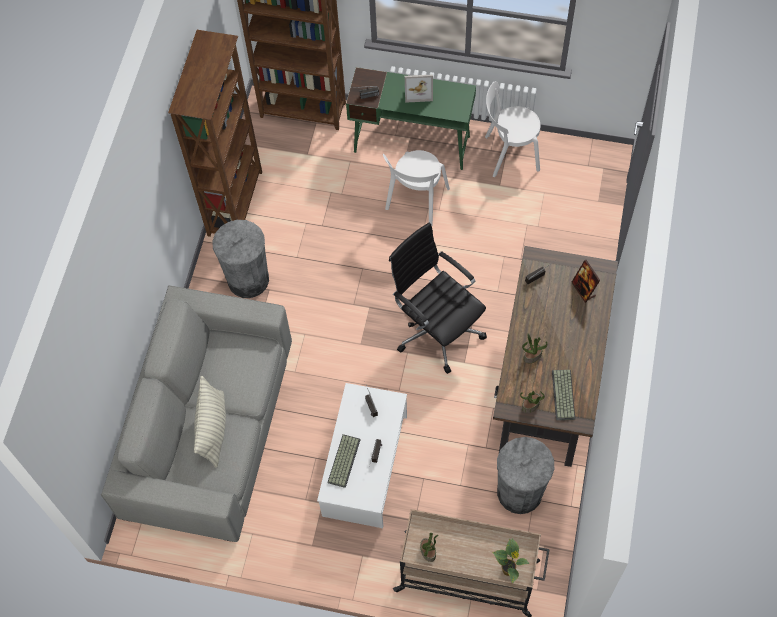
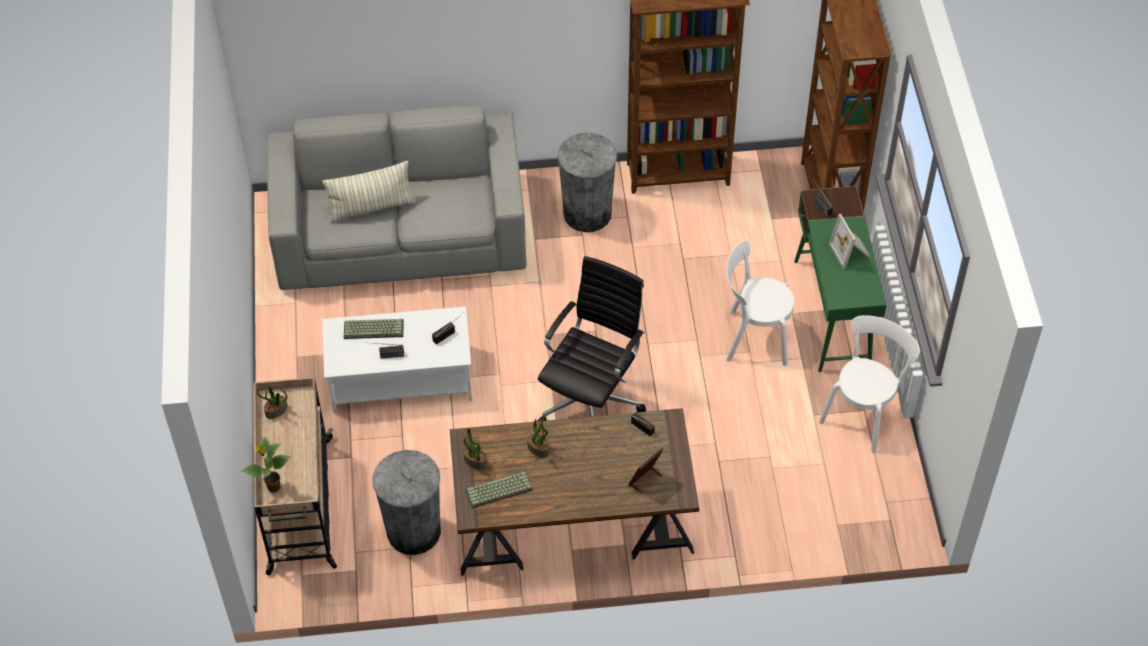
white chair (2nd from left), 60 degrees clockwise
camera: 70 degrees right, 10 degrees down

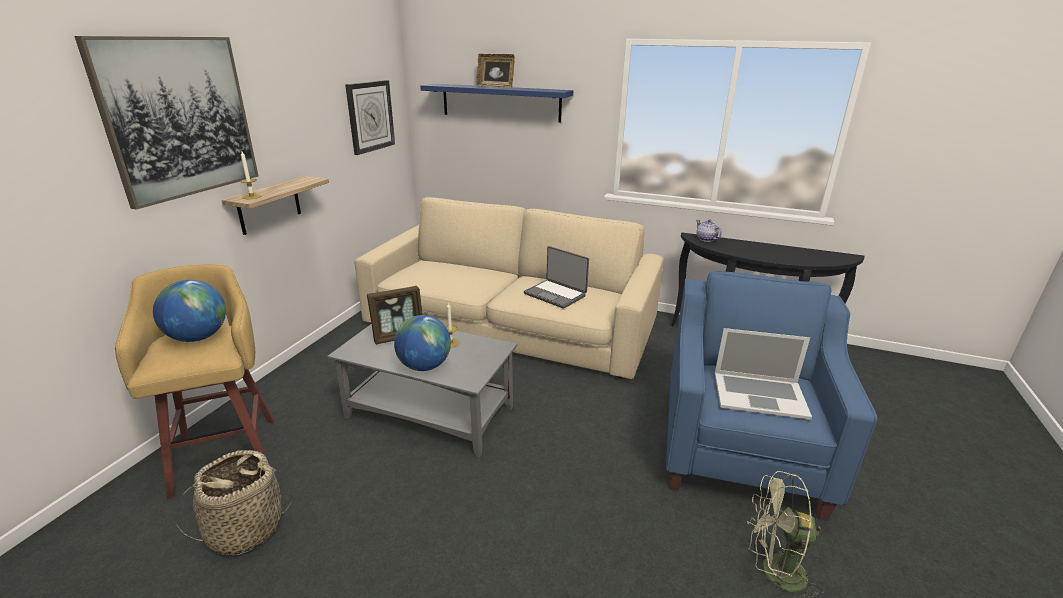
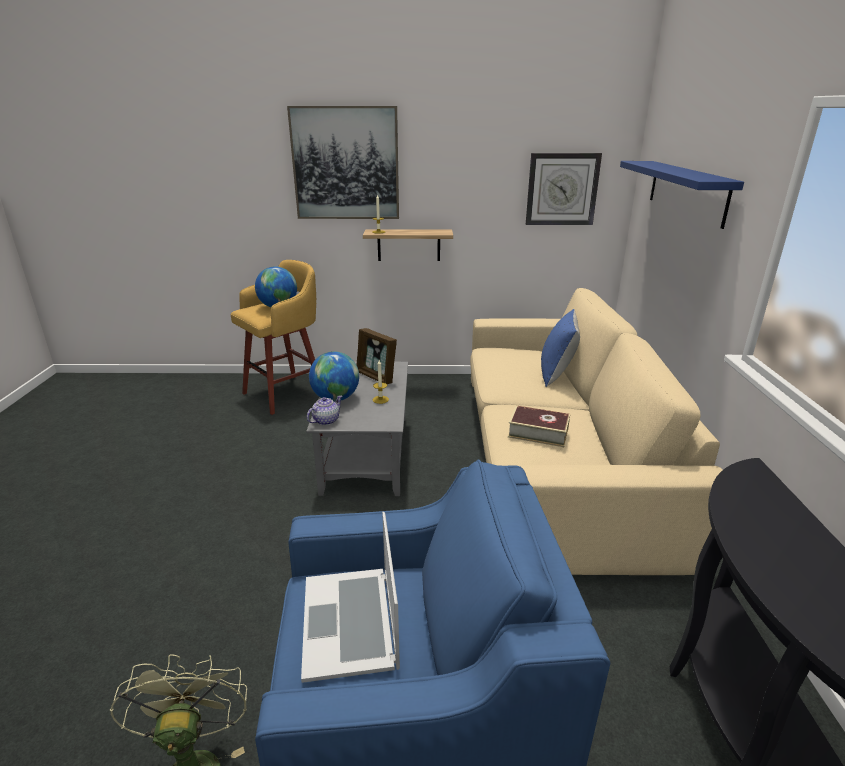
teapot, move
laptop (1st from left) → book
- → blue pillow
basket → -
picture frame (2nd from left) → -
camera: 70 degrees right, 0 degrees up

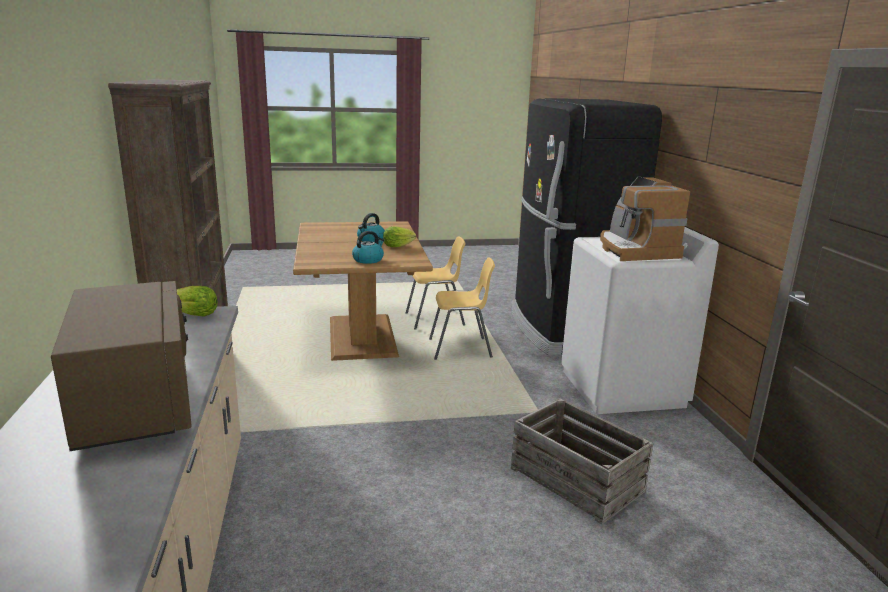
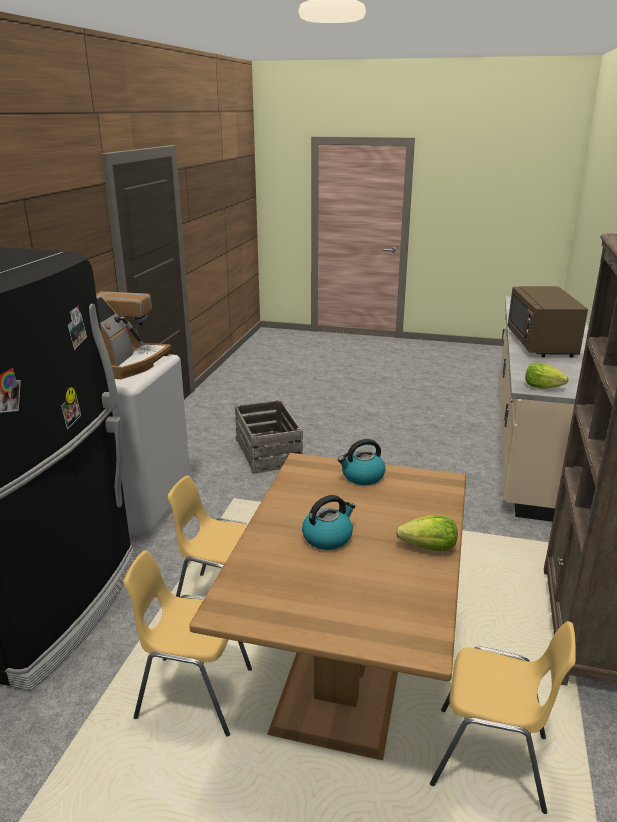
lettuce (2nd from left in the first image) → lettuce (1st from left), move
- → yellow chair (3rd from left)
camera: 155 degrees left, 5 degrees up

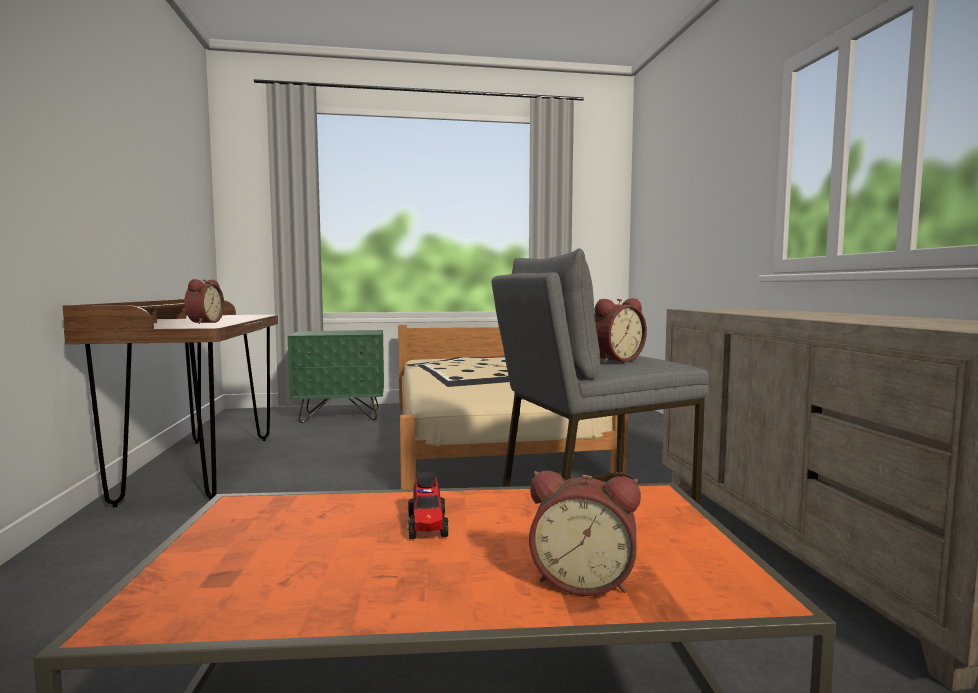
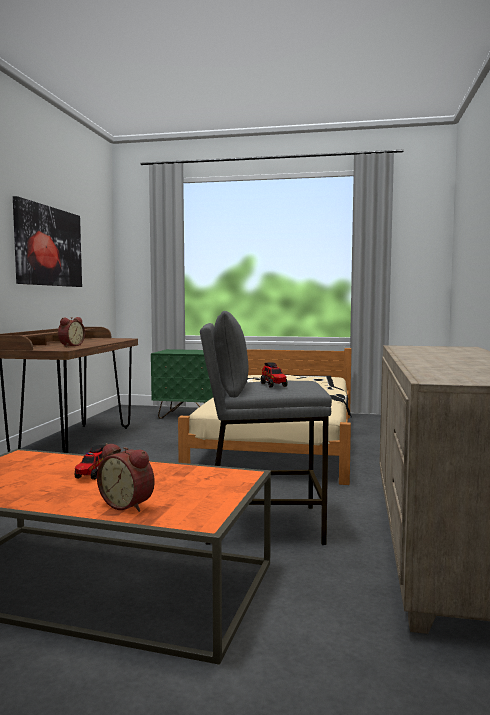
- → picture
alarm clock (3rd from left) → toy truck (2nd from left)
camera: 20 degrees right, 0 degrees up

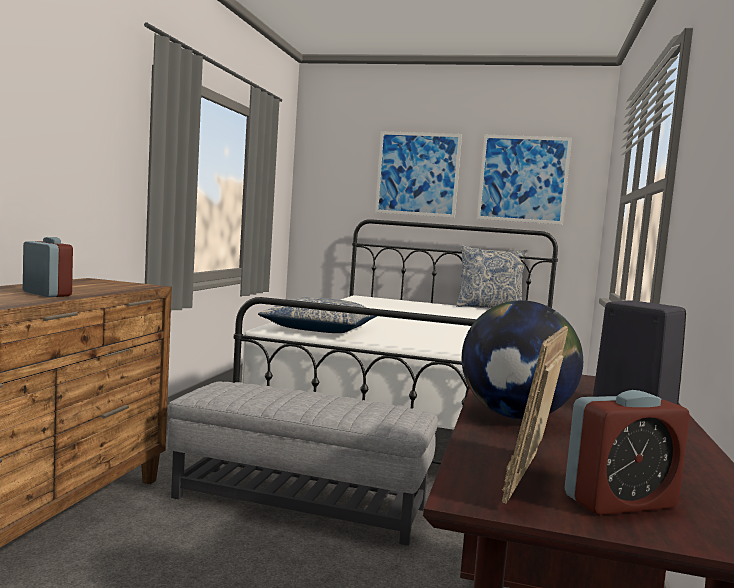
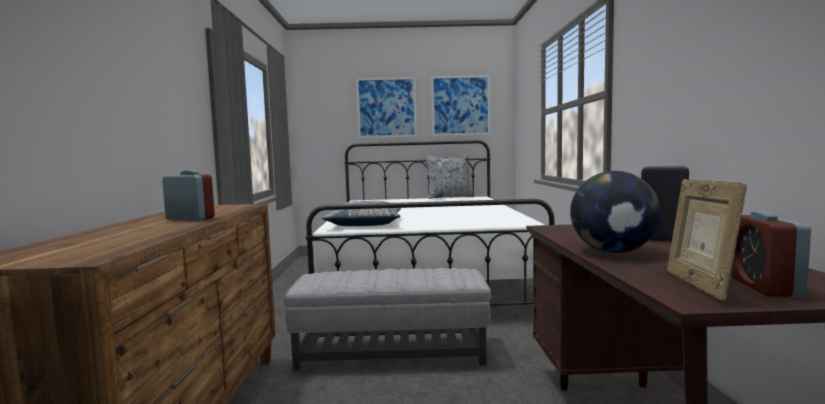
alarm clock (2nd from left), 135 degrees clockwise
camera: 15 degrees left, 0 degrees up

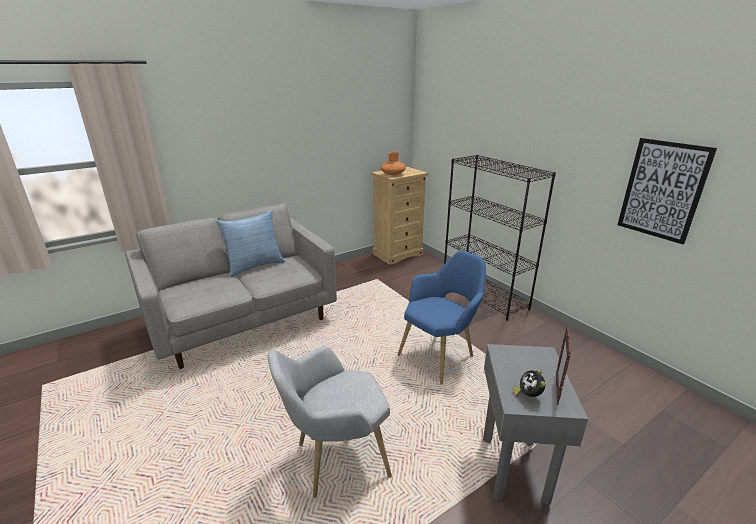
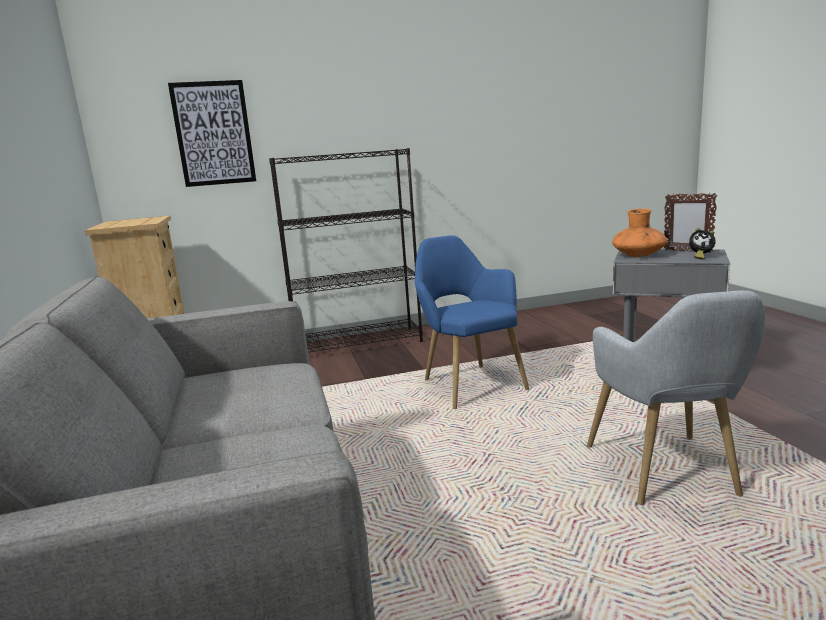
picture, move
orange vase, move
pillow → -
camera: 70 degrees left, 10 degrees down

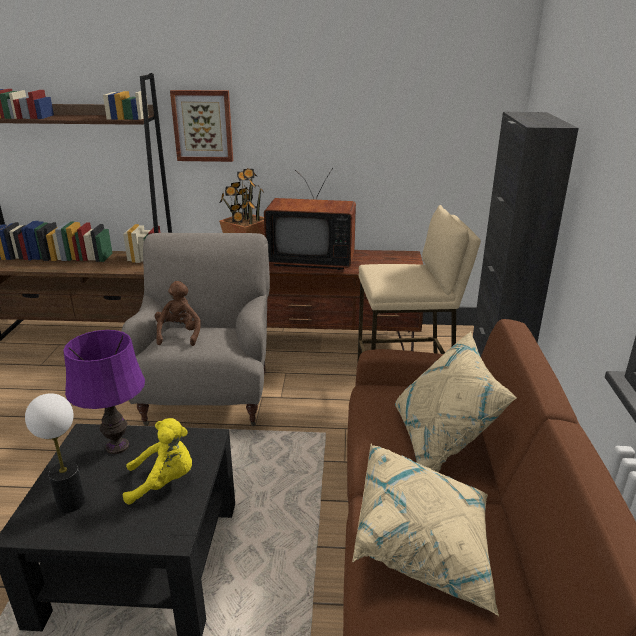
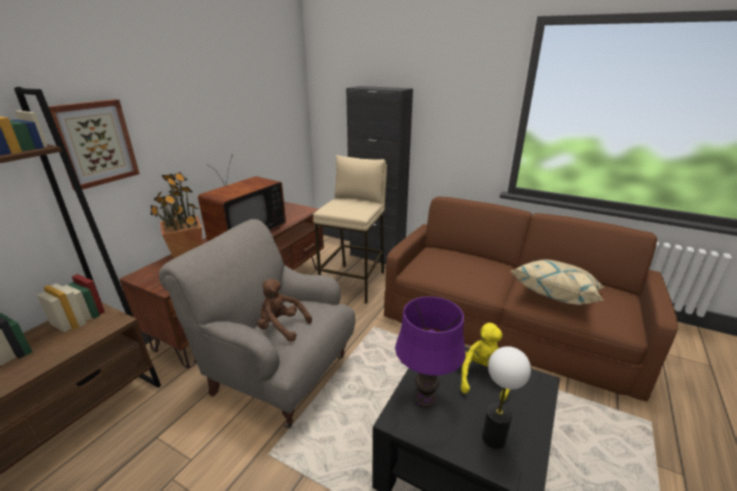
beige pillow (2nd from left) → -
camera: 65 degrees left, 0 degrees up

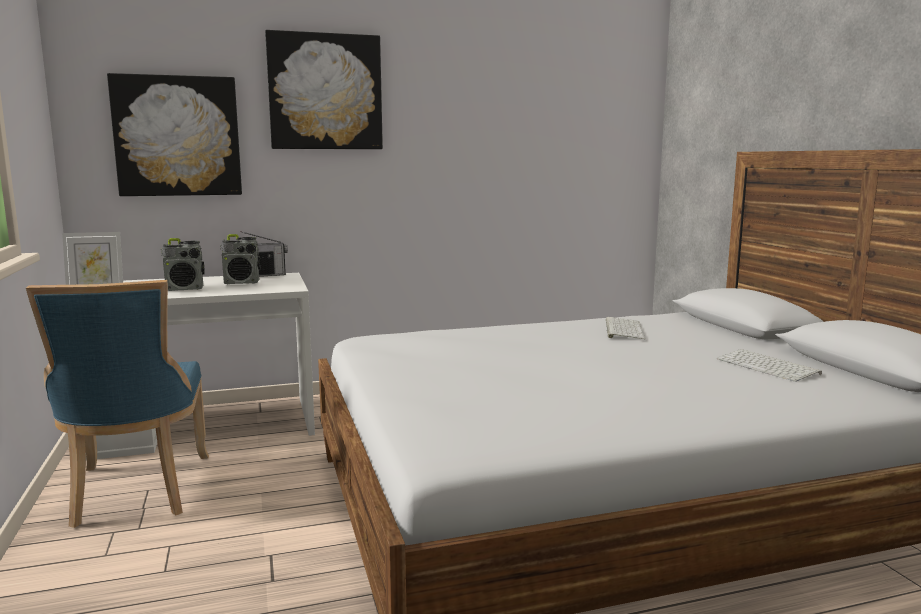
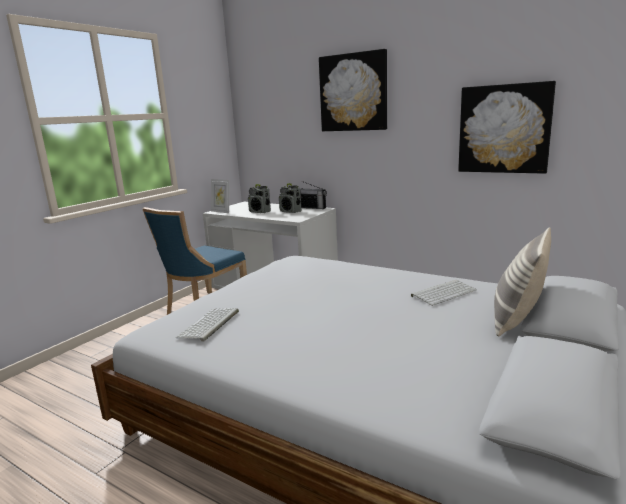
keyboard (2nd from left in the first image) → keyboard (1st from left), move
picture (1st from left in the first image) → picture (2nd from left), move
- → pillow
camera: 50 degrees right, 5 degrees up

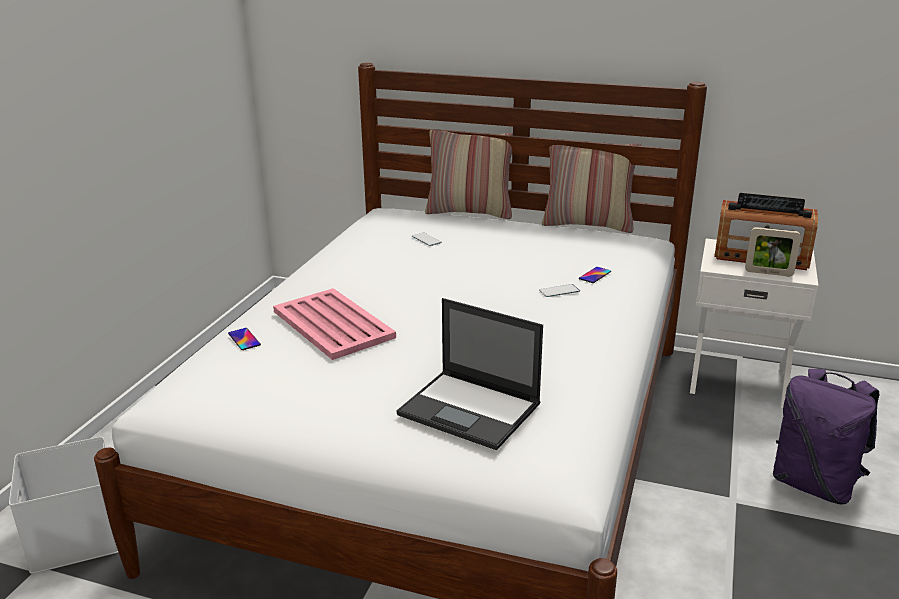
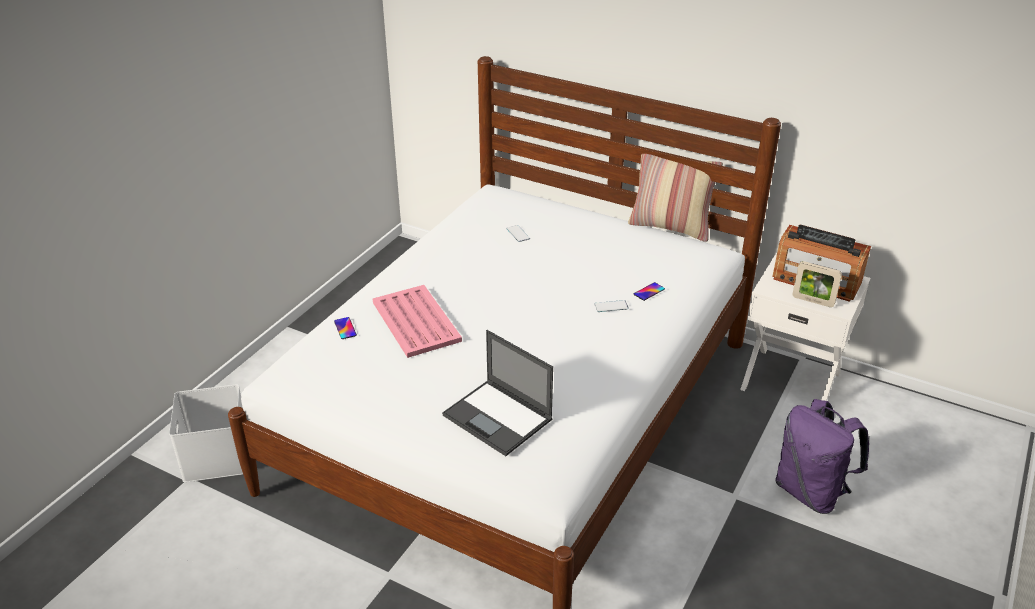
pillow (1st from left) → -
camera: 10 degrees right, 10 degrees up

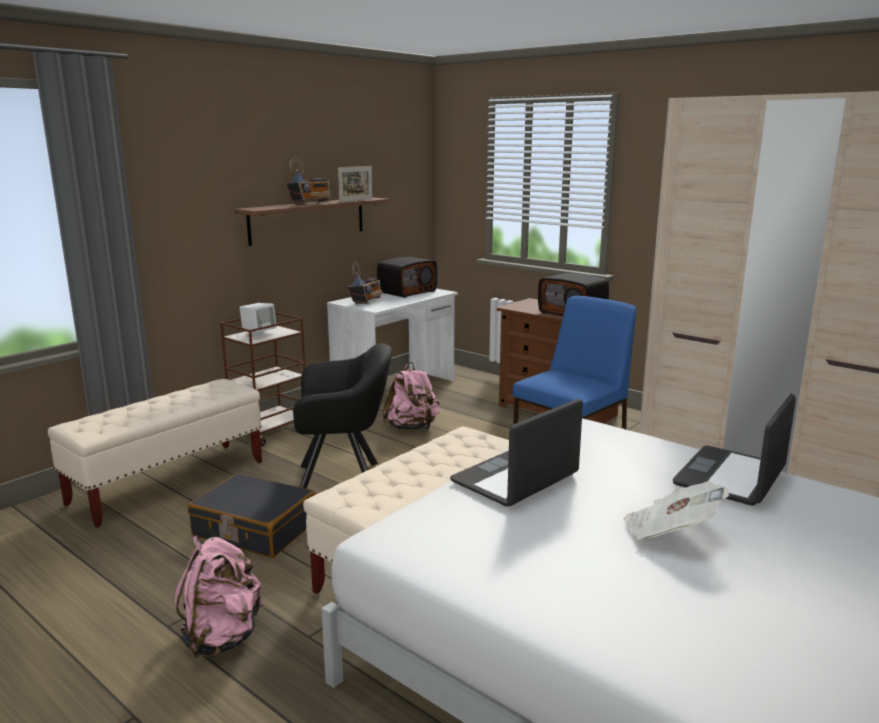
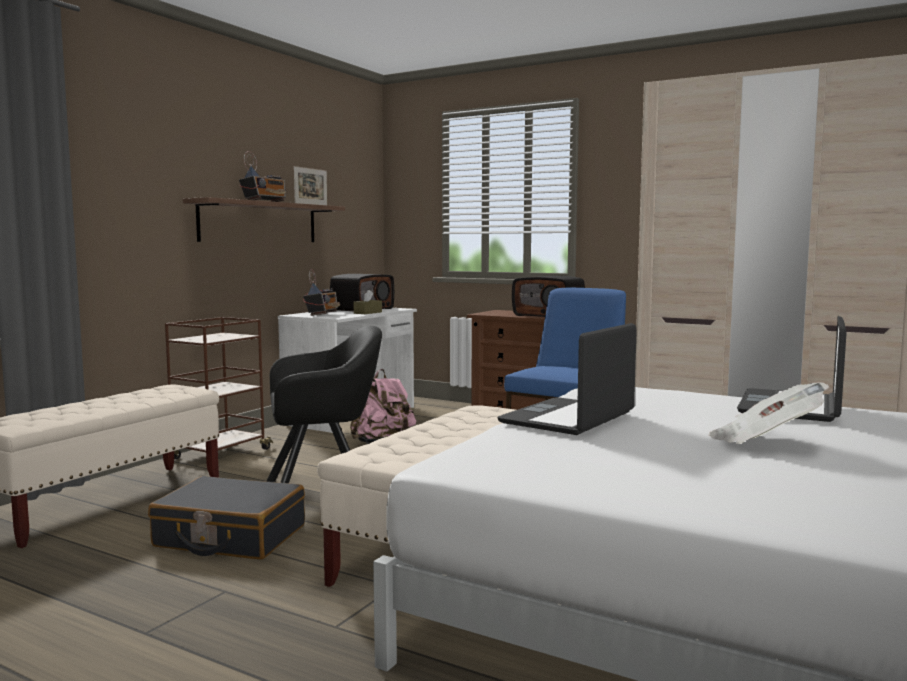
- → brown tissue box
pink backpack (1st from left) → -
white speaker → -
camera: 10 degrees left, 10 degrees down

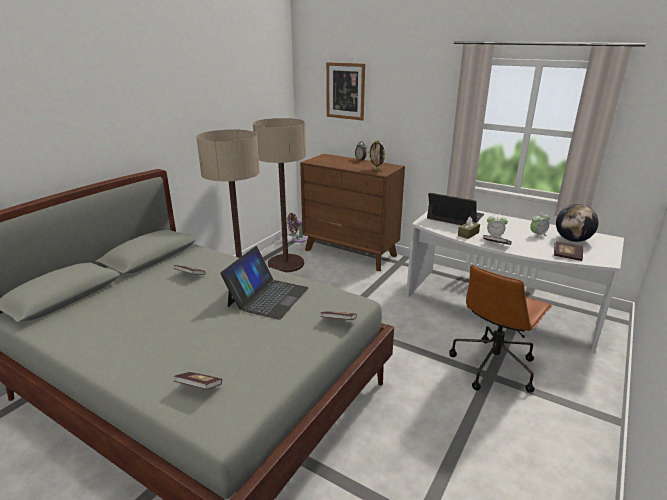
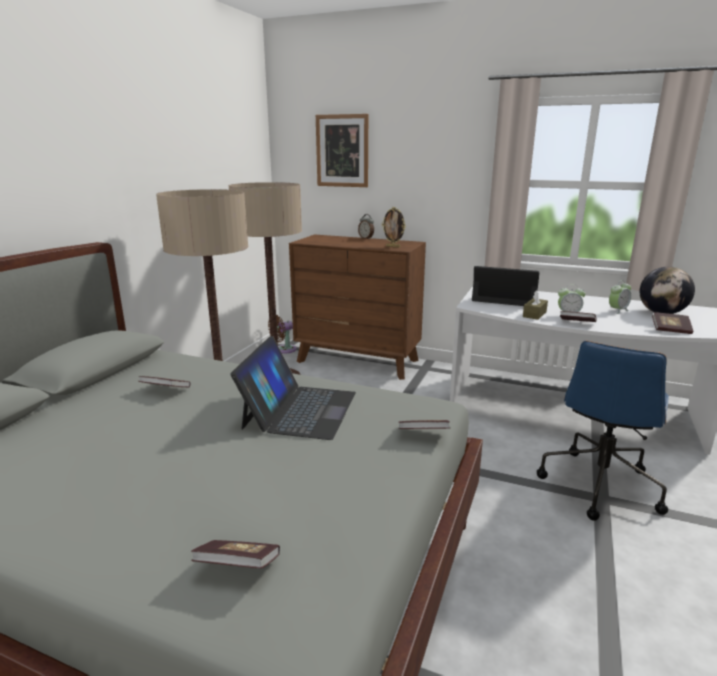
brown office chair → blue office chair
camera: 10 degrees left, 5 degrees down

